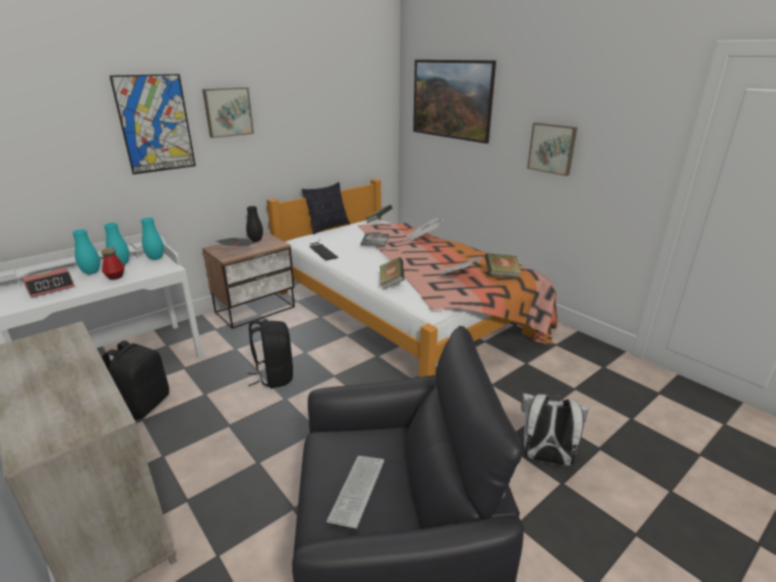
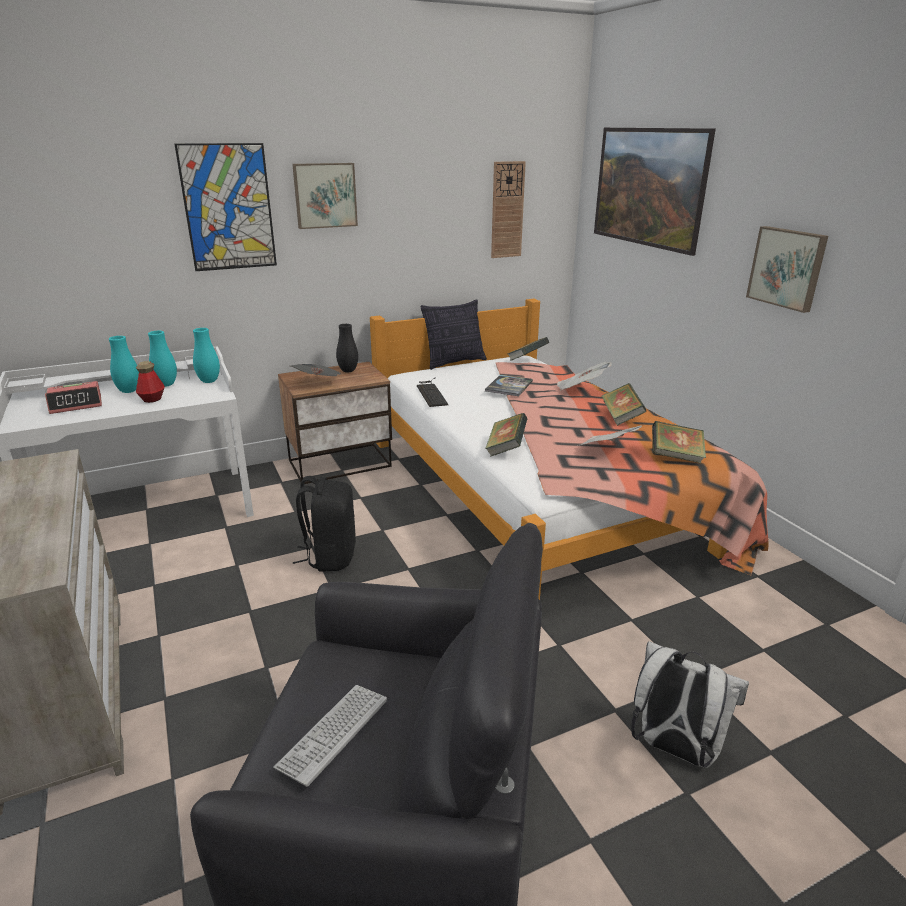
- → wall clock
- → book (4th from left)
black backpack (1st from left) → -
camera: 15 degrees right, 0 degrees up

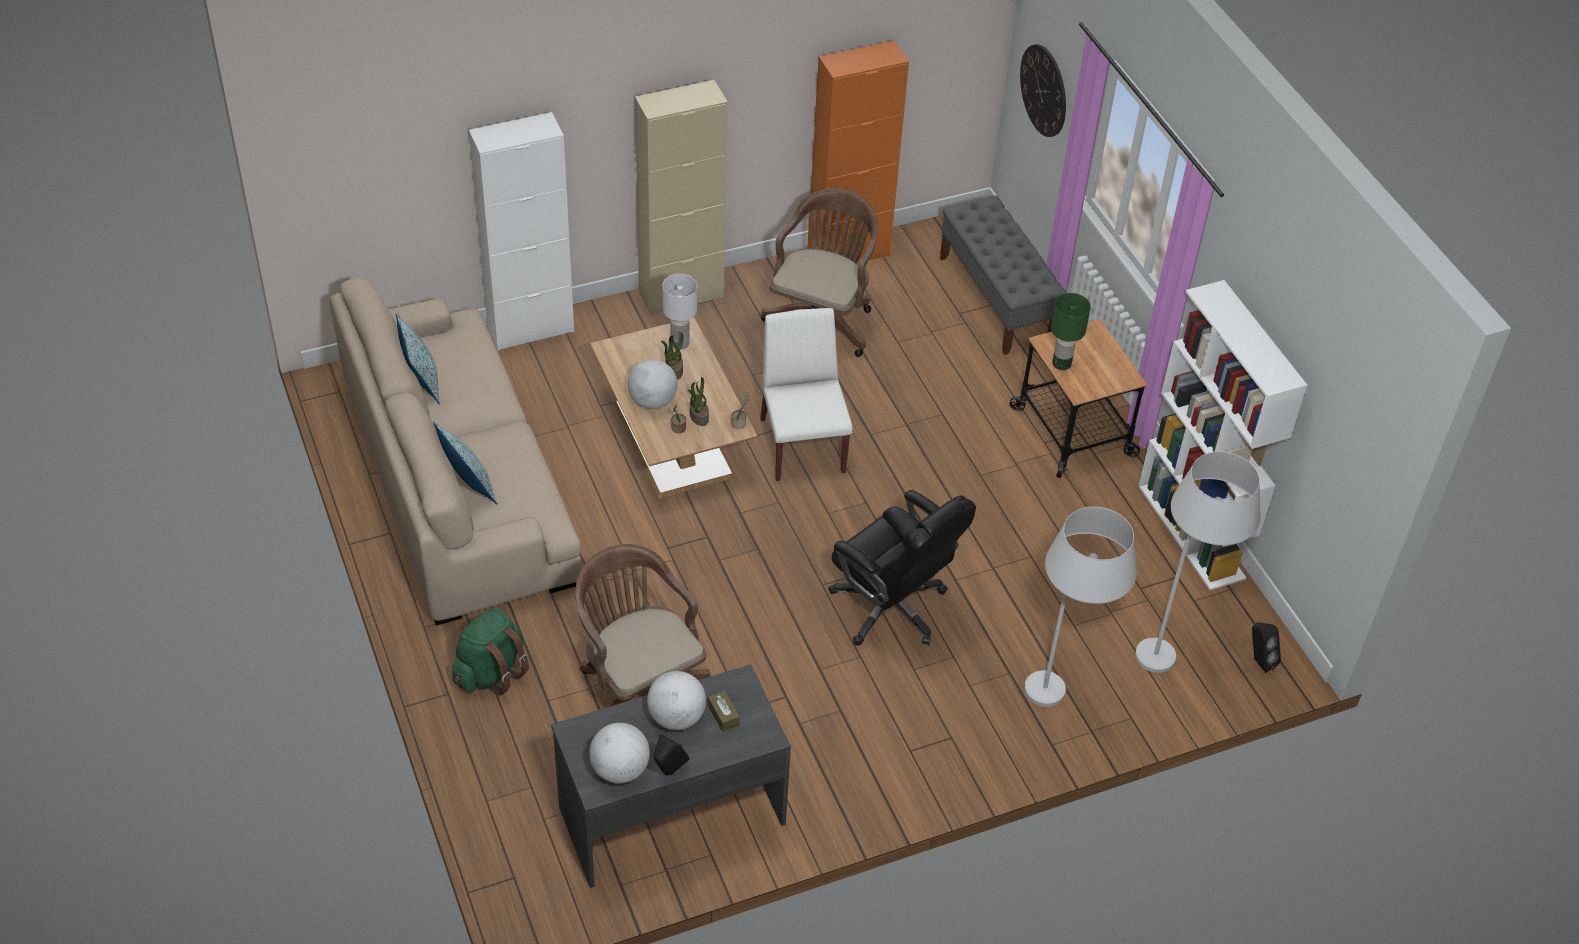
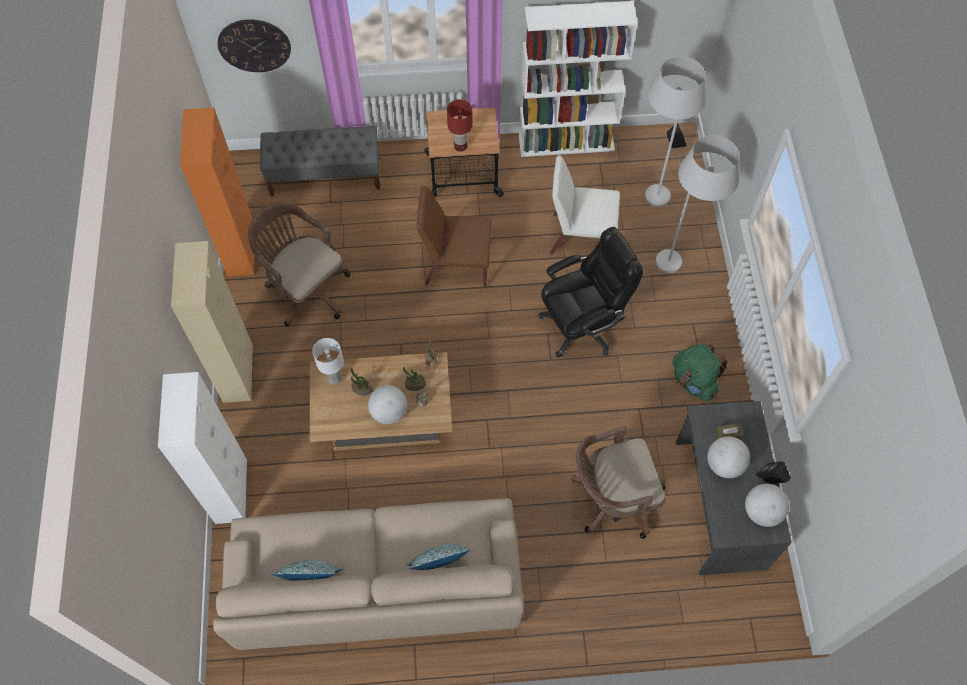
- → brown chair
green table lamp → red table lamp
white chair, move
green backpack, move
camera: 70 degrees left, 15 degrees up

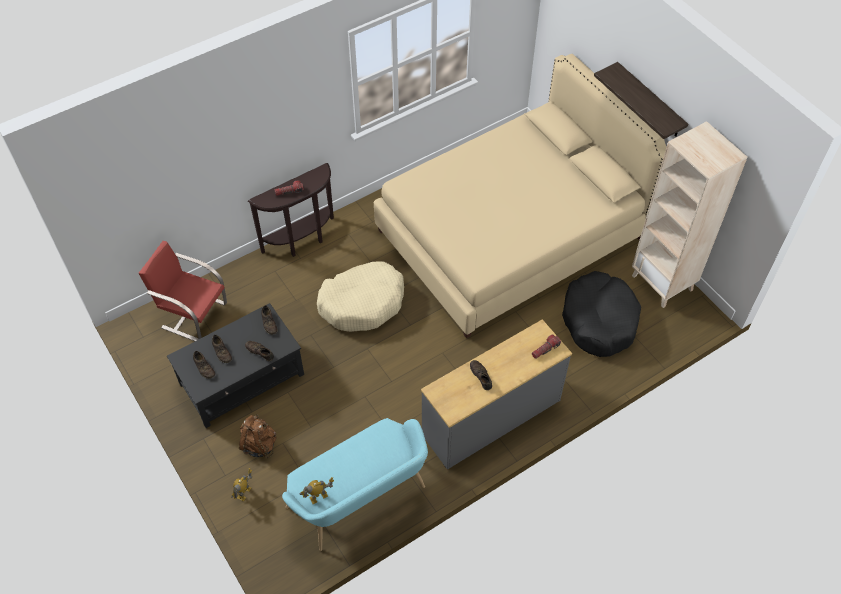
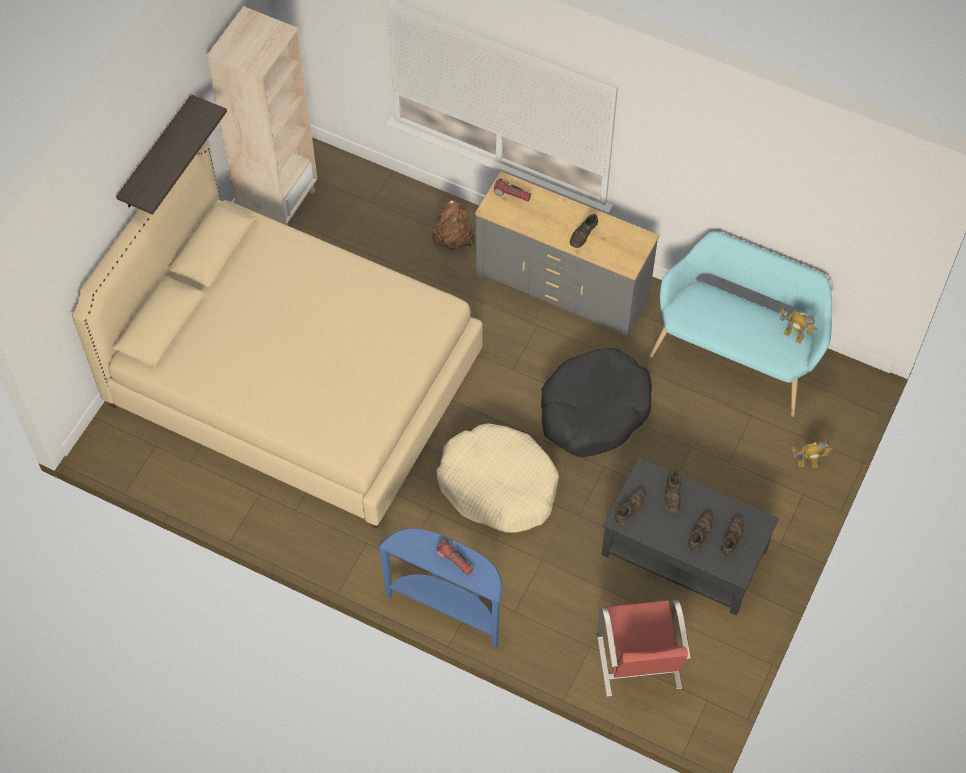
brown console table → blue console table
brown backpack, move
black dog bed, move
camera: 120 degrees left, 5 degrees up

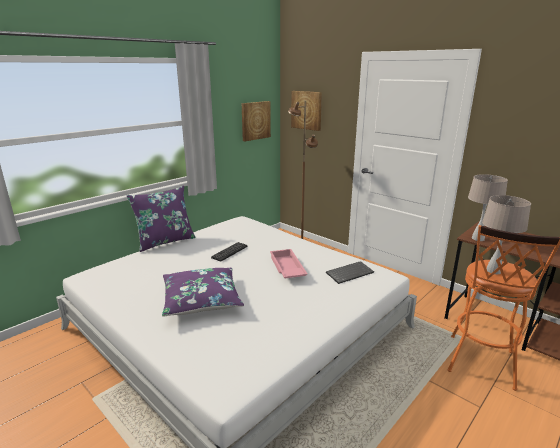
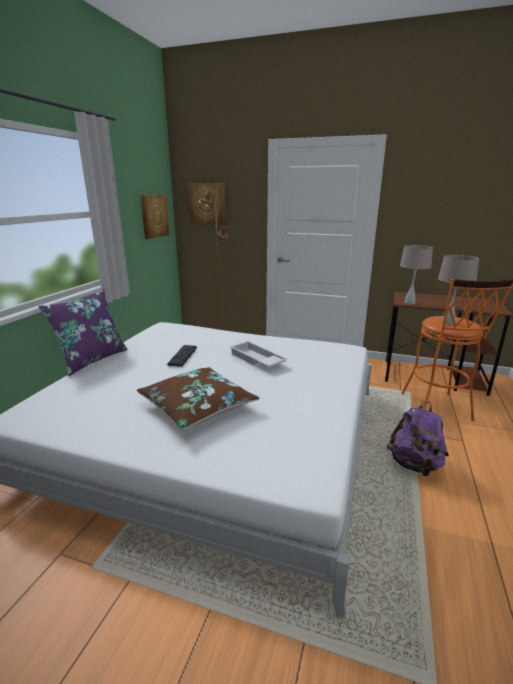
purple pillow (2nd from left) → brown pillow
pink tray → white tray
- → purple backpack
keyboard (2nd from left) → -
camera: 25 degrees left, 0 degrees up

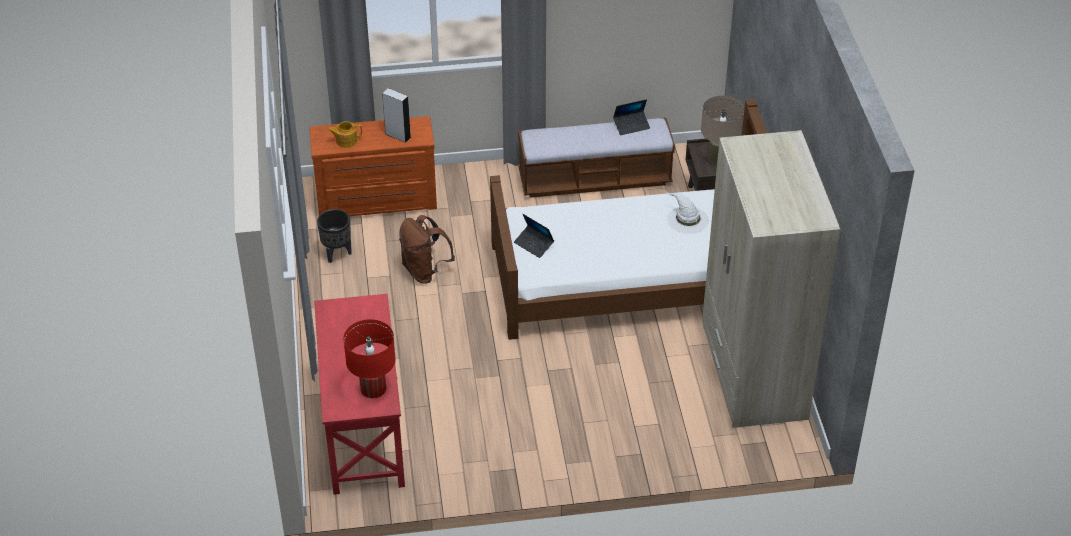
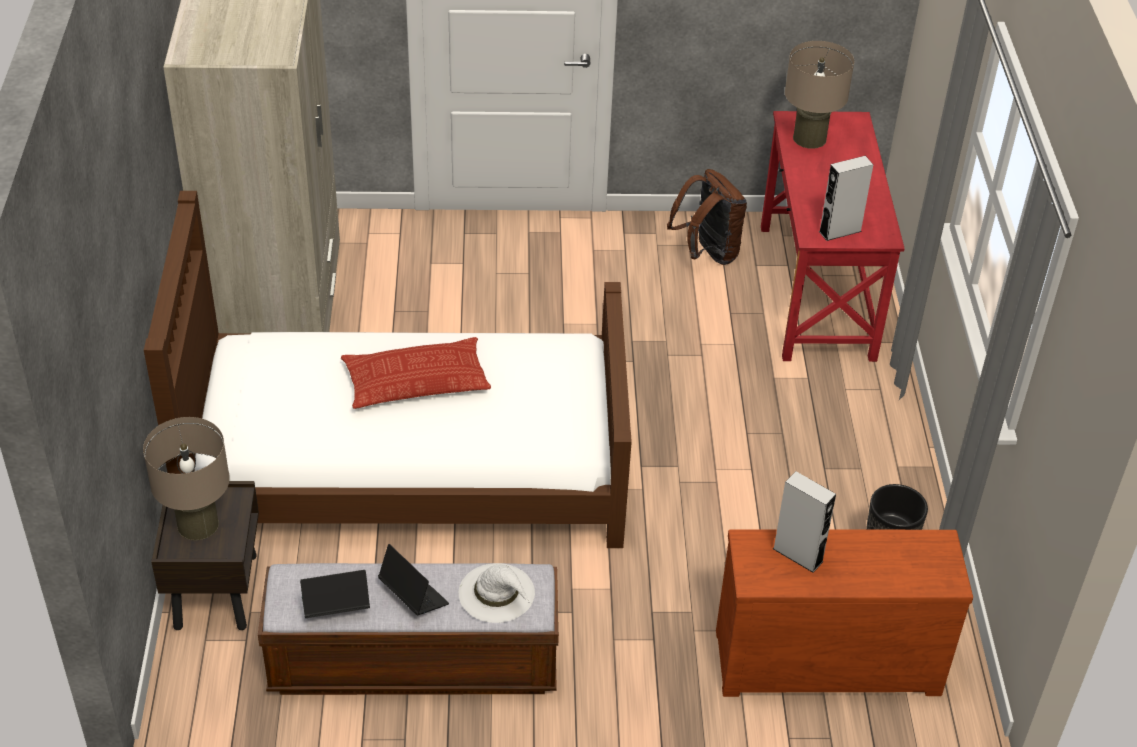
- → pillow
laptop (1st from left in the first image) → laptop (2nd from left), move
white hat, move
brown backpack, move
red table lamp → beige table lamp (2nd from left)
- → grey speaker (2nd from left)
teapot → -
camera: 175 degrees left, 0 degrees up

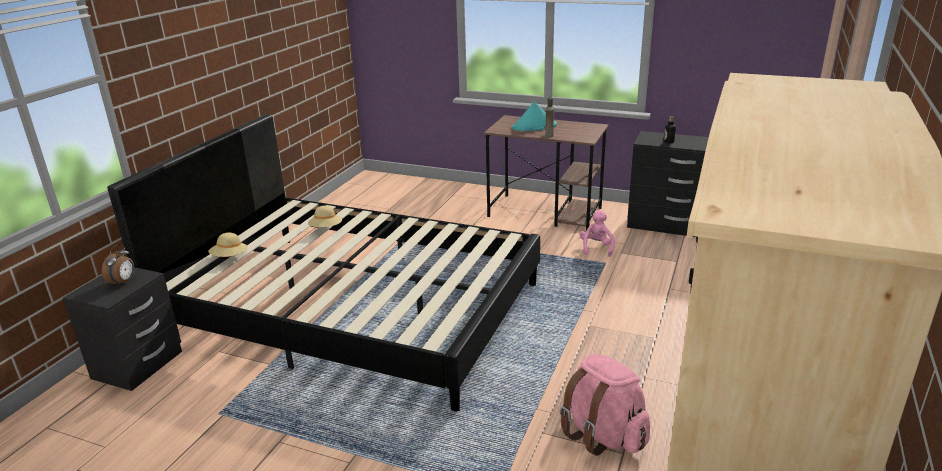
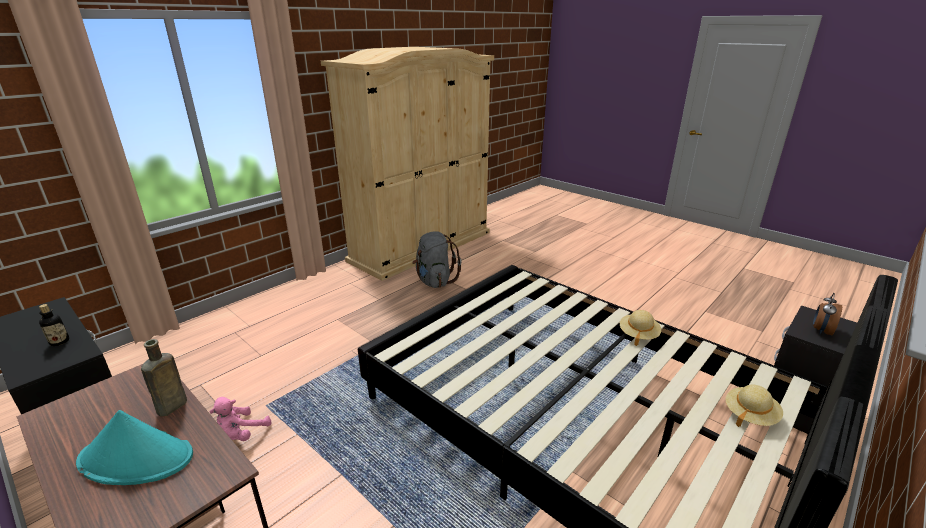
pink backpack → grey backpack
beige hat (2nd from left in the first image) → beige hat (1st from left), move
camera: 160 degrees left, 0 degrees up

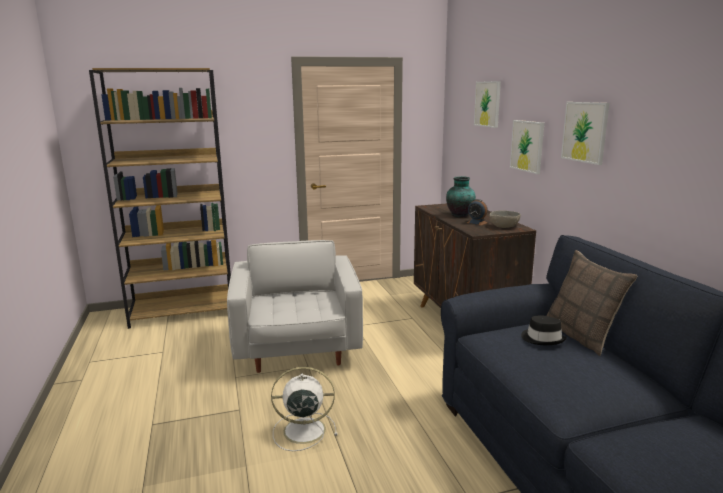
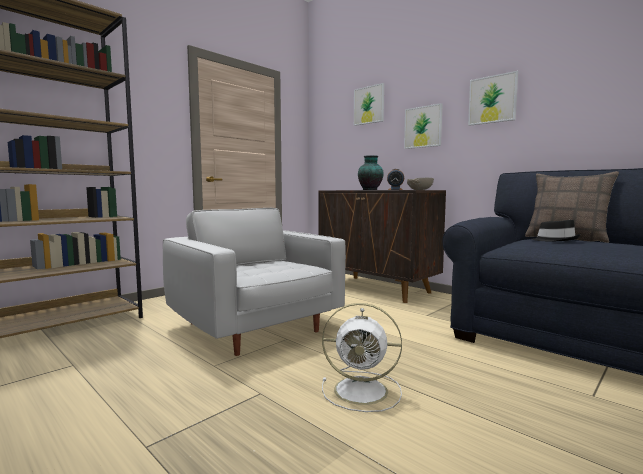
white fan, 135 degrees counterclockwise
camera: 30 degrees left, 10 degrees down

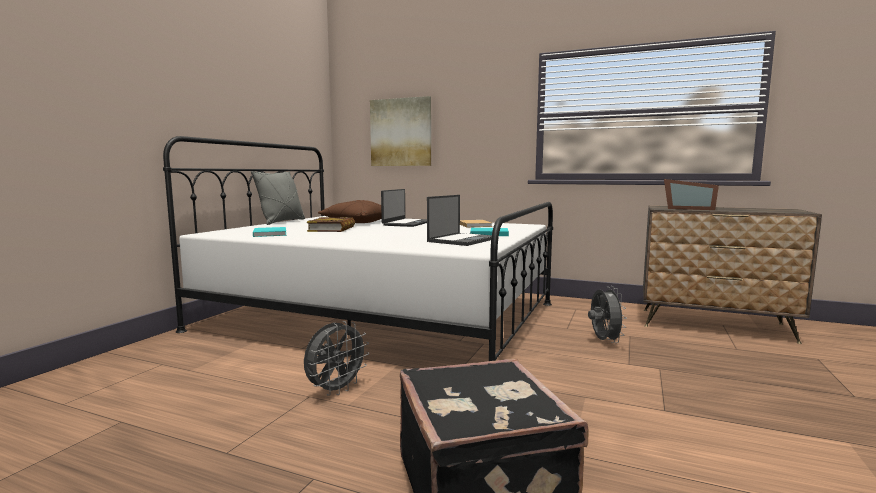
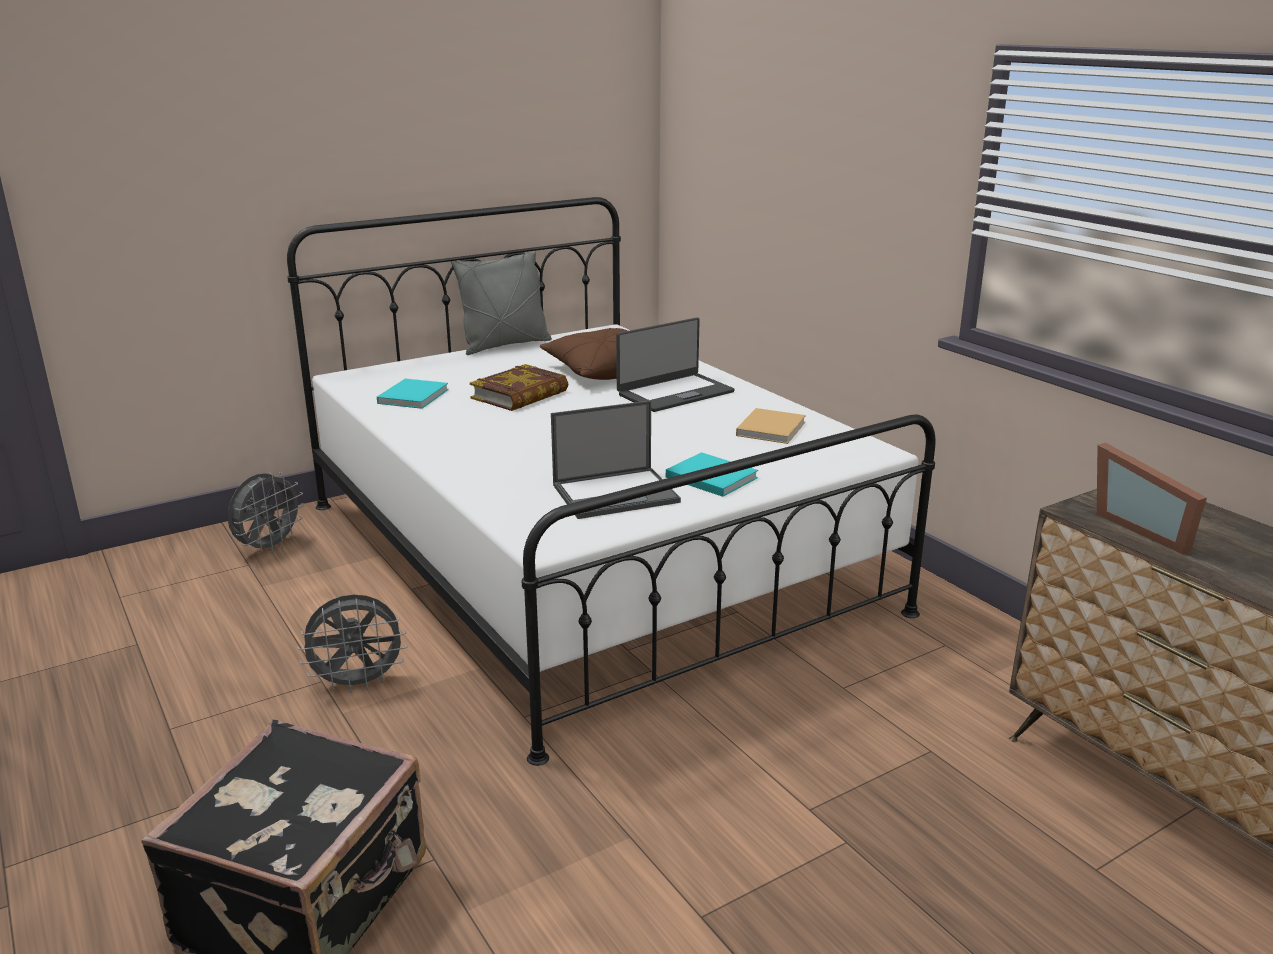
grey fan (2nd from left in the first image) → grey fan (1st from left), move
picture → -
camera: 35 degrees right, 15 degrees up

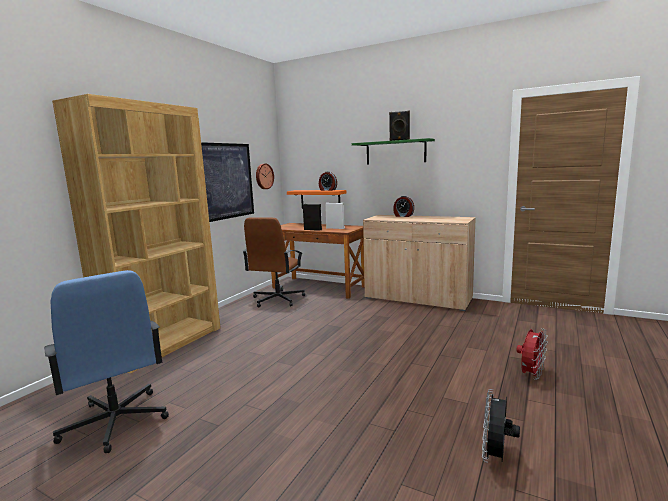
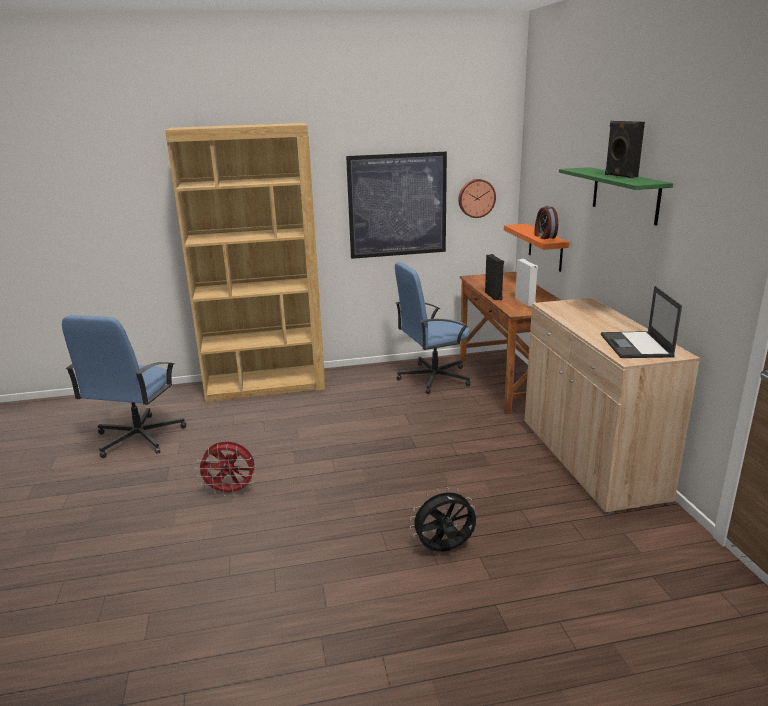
red fan, move
brown office chair → blue office chair (2nd from left)
black fan, move
- → laptop
alarm clock (2nd from left) → -
camera: 50 degrees right, 10 degrees up

